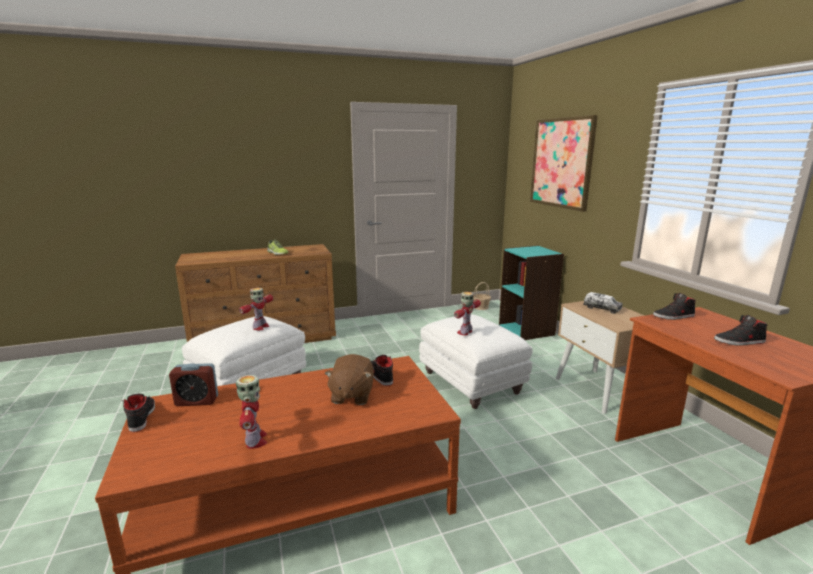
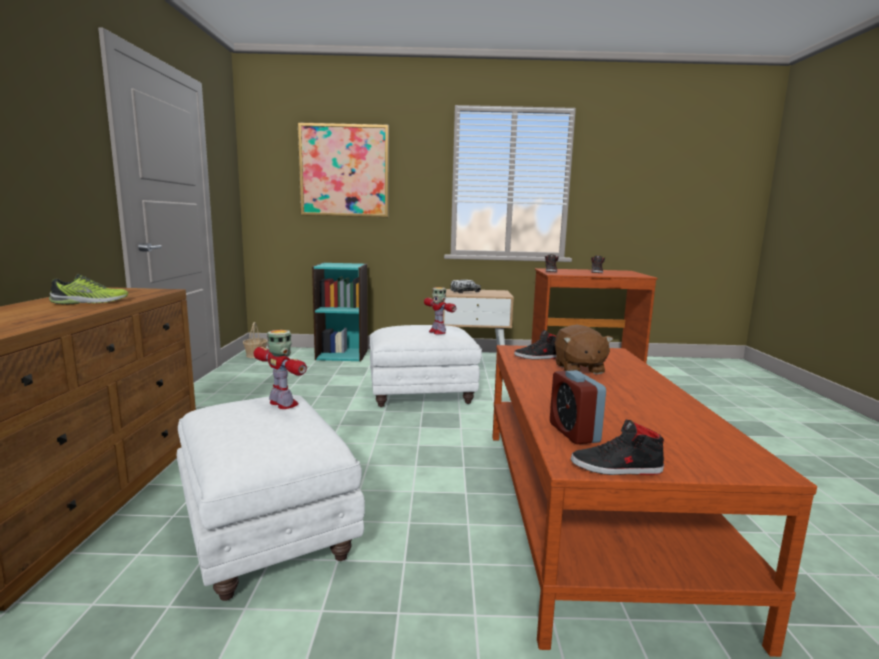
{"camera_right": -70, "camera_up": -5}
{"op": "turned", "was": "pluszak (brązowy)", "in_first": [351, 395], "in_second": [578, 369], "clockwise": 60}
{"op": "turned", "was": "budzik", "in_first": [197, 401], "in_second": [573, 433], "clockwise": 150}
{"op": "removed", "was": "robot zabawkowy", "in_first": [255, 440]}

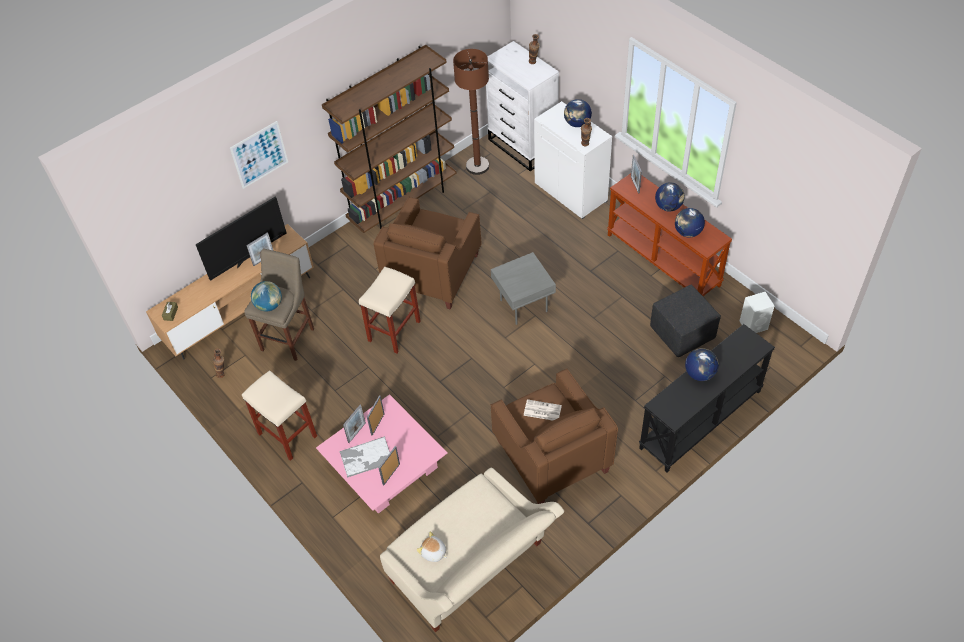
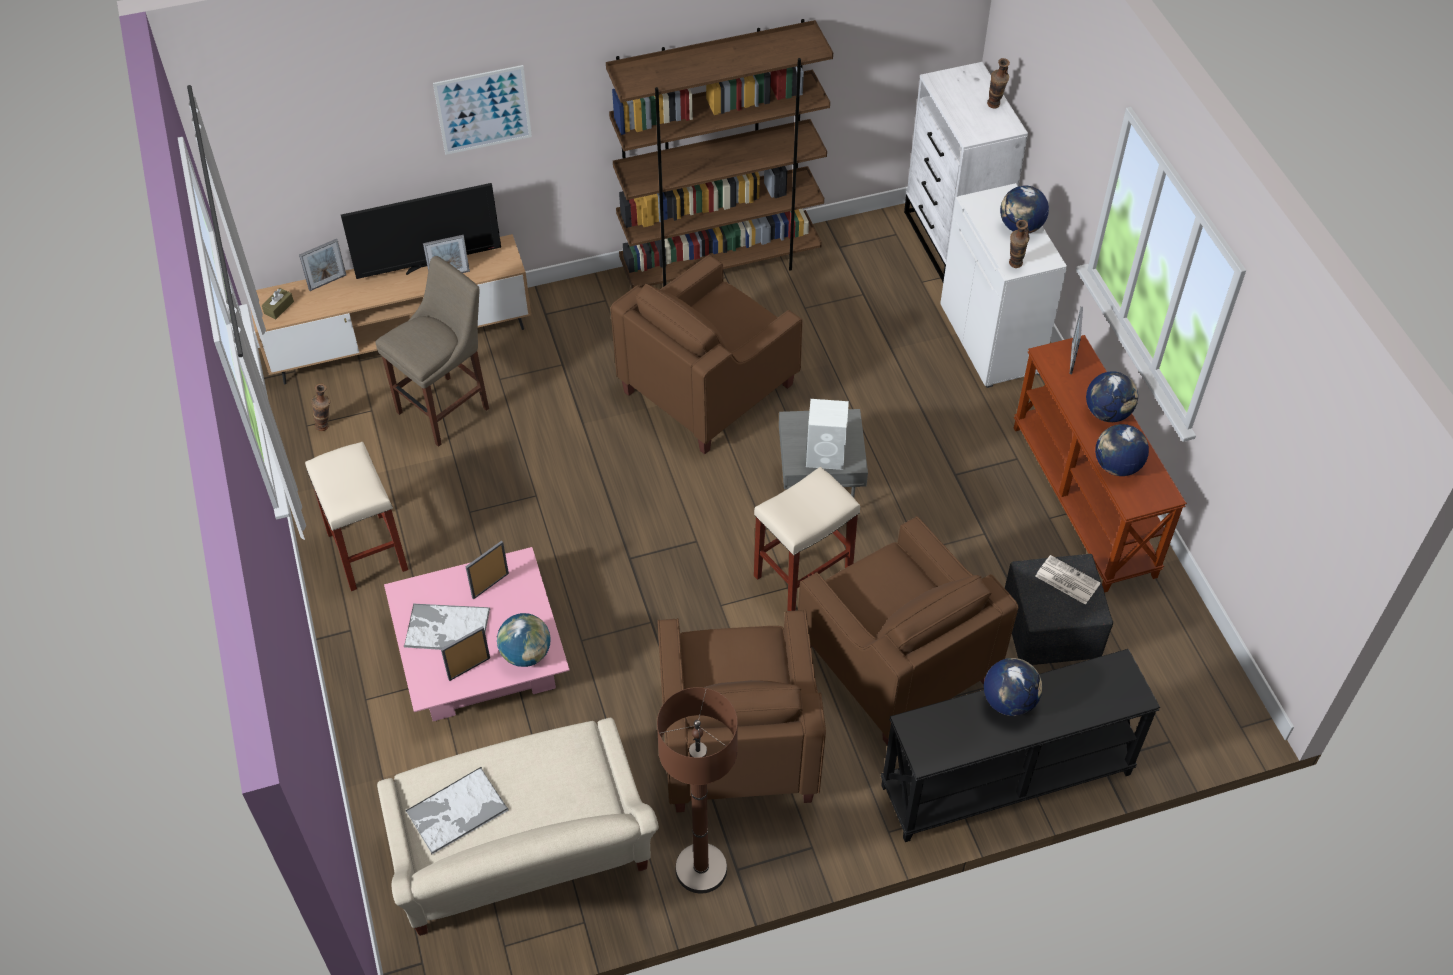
{"camera_right": 20, "camera_up": 0}
{"op": "moved", "was": "lampa stojąca (brązowy)", "in_first": [477, 166], "in_second": [701, 869]}
{"op": "moved", "was": "stołek (beżowy)", "in_first": [394, 332], "in_second": [802, 577]}
{"op": "moved", "was": "globus", "in_first": [269, 305], "in_second": [526, 654]}
{"op": "moved", "was": "głośnik (biały)", "in_first": [754, 325], "in_second": [826, 455]}
{"op": "moved", "was": "gazeta", "in_first": [542, 411], "in_second": [1066, 580]}
{"op": "moved", "was": "ramka na zdjęcie", "in_first": [356, 432], "in_second": [327, 282]}
{"op": "replaced", "was": "pluszak", "now": "taca", "in_first": [433, 552], "in_second": [456, 811]}
{"op": "added", "now": "fotel (brązowy)", "in_second": [895, 662]}

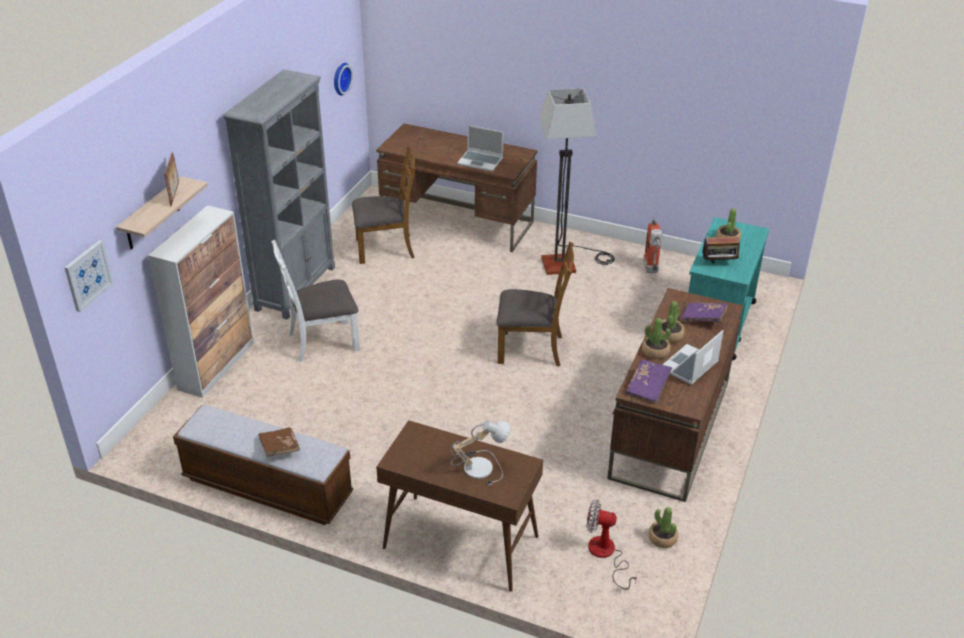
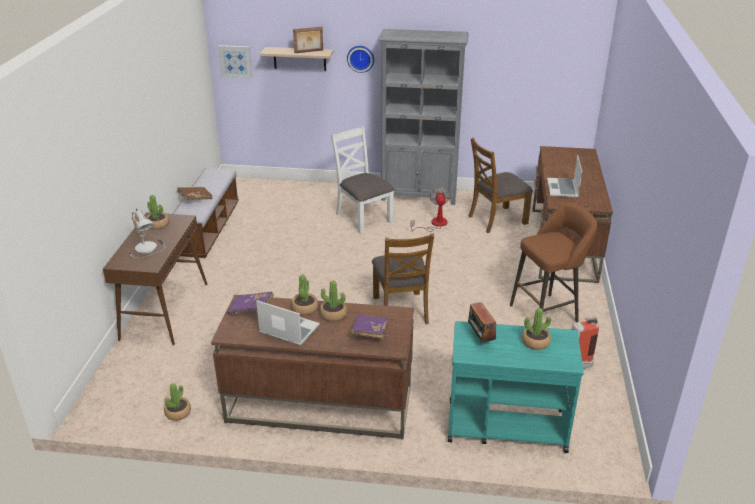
{"camera_right": 75, "camera_up": -5}
{"op": "moved", "was": "zegar ścienny", "in_first": [340, 78], "in_second": [361, 58]}
{"op": "replaced", "was": "lampa stojąca", "now": "stołek (brązowy)", "in_first": [568, 262], "in_second": [547, 312]}
{"op": "turned", "was": "krzesło (brązowy)", "in_first": [386, 248], "in_second": [496, 219], "clockwise": 90}
{"op": "removed", "was": "szafka", "in_first": [217, 365]}
{"op": "moved", "was": "wentylator", "in_first": [606, 555], "in_second": [434, 224]}
{"op": "added", "now": "roślina doniczkowa", "in_second": [158, 225]}

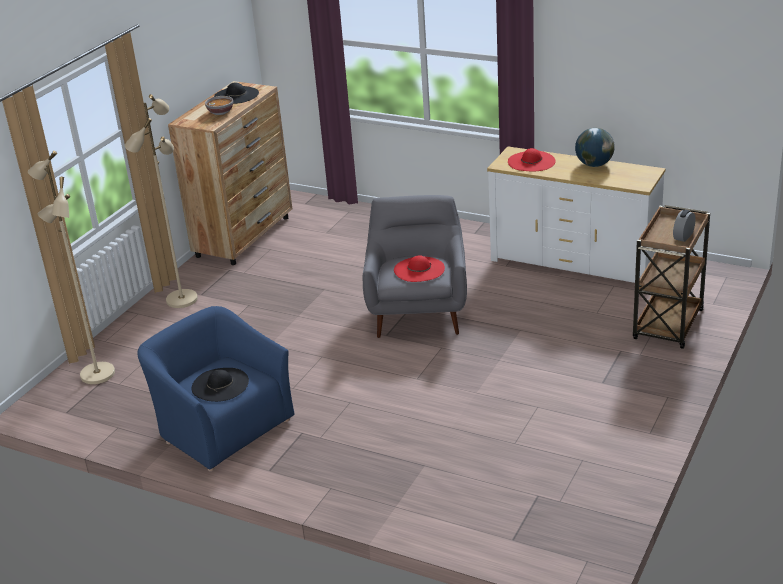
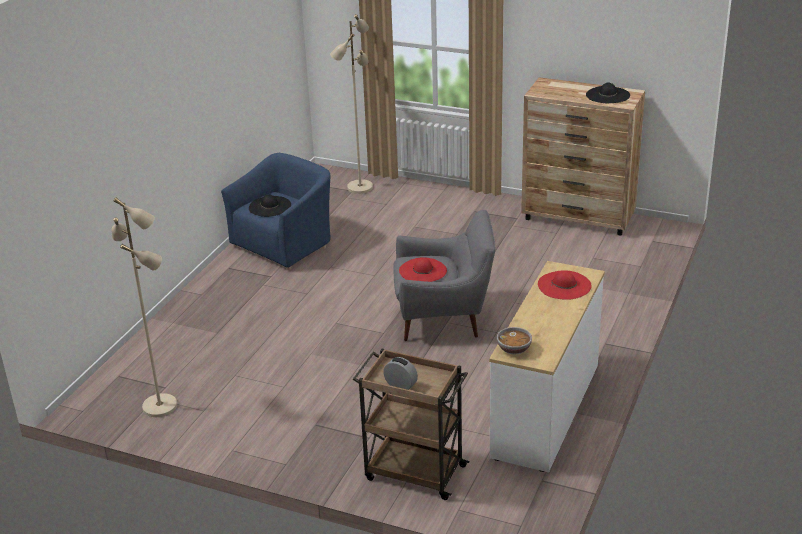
{"camera_right": 85, "camera_up": 0}
{"op": "moved", "was": "lampa stojąca (beżowy)", "in_first": [181, 299], "in_second": [161, 406]}
{"op": "moved", "was": "miska", "in_first": [221, 112], "in_second": [514, 349]}
{"op": "removed", "was": "globus", "in_first": [594, 165]}

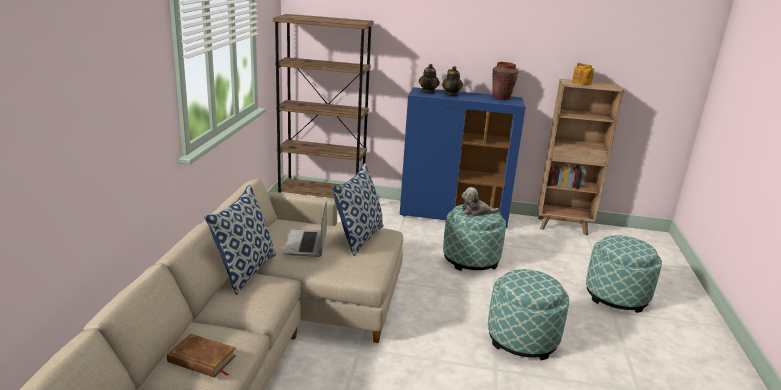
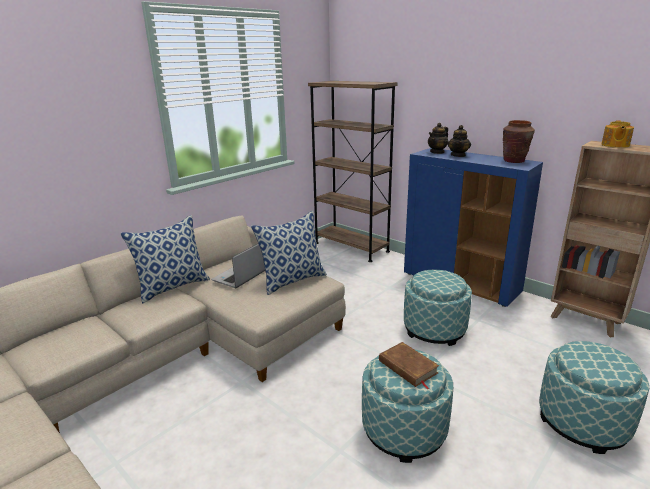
{"camera_right": 35, "camera_up": 0}
{"op": "removed", "was": "pluszak", "in_first": [476, 212]}
{"op": "moved", "was": "książka (brązowy)", "in_first": [202, 359], "in_second": [408, 367]}

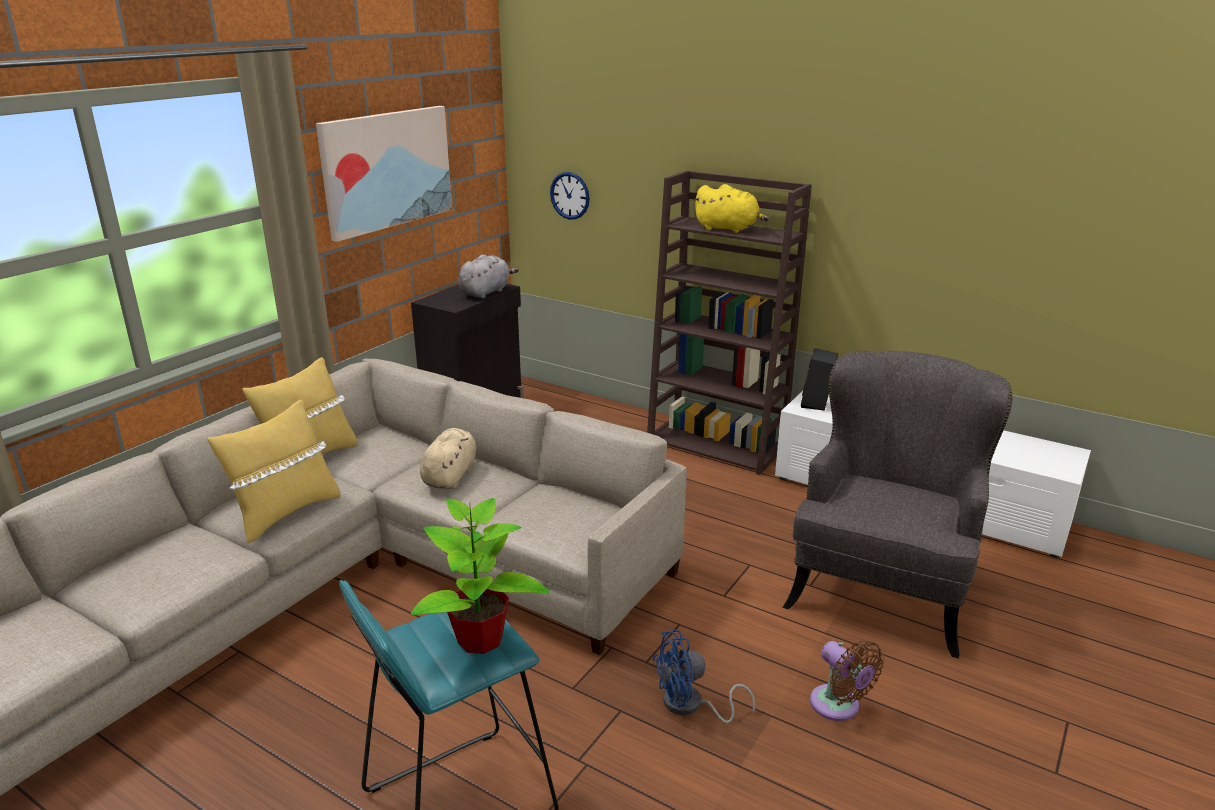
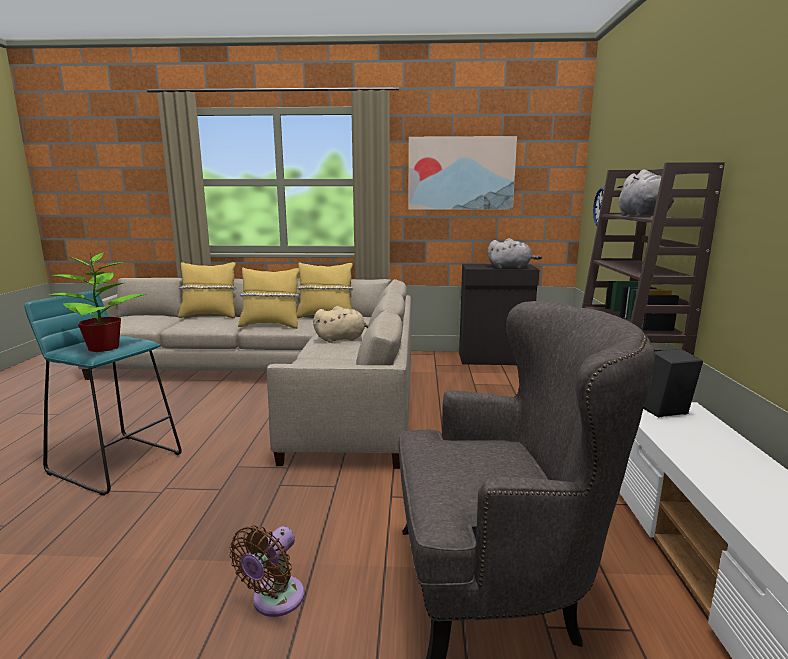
{"camera_right": 60, "camera_up": -10}
{"op": "recoloured", "was": "pluszak (żółty)", "now": "pluszak (szary)", "in_first": [729, 229], "in_second": [644, 216]}
{"op": "removed", "was": "wentylator (niebieski)", "in_first": [690, 706]}
{"op": "added", "now": "poduszka (żółty)", "in_second": [209, 316]}

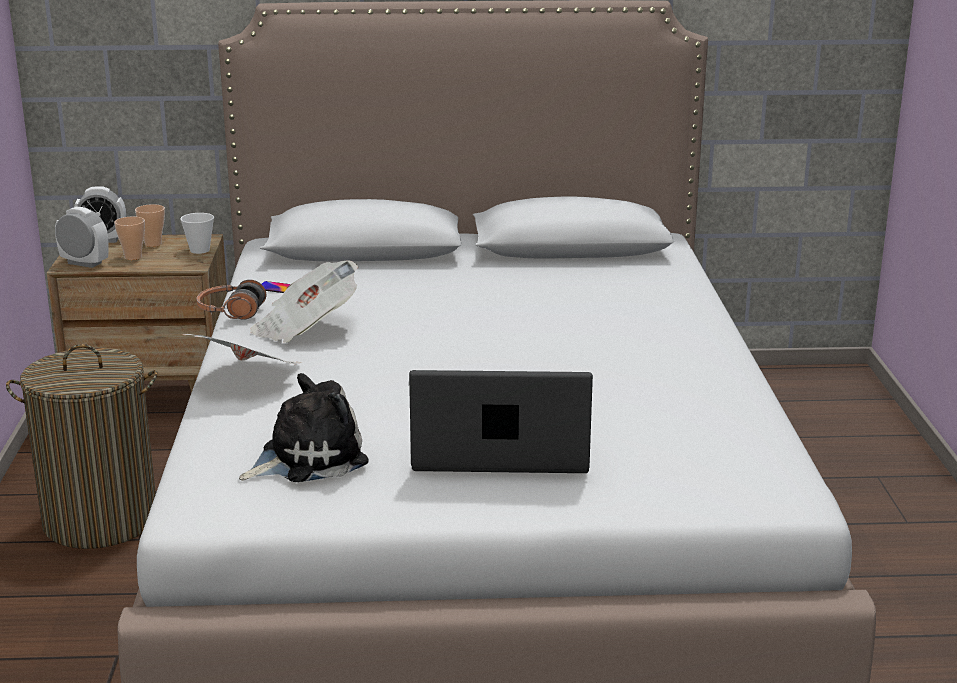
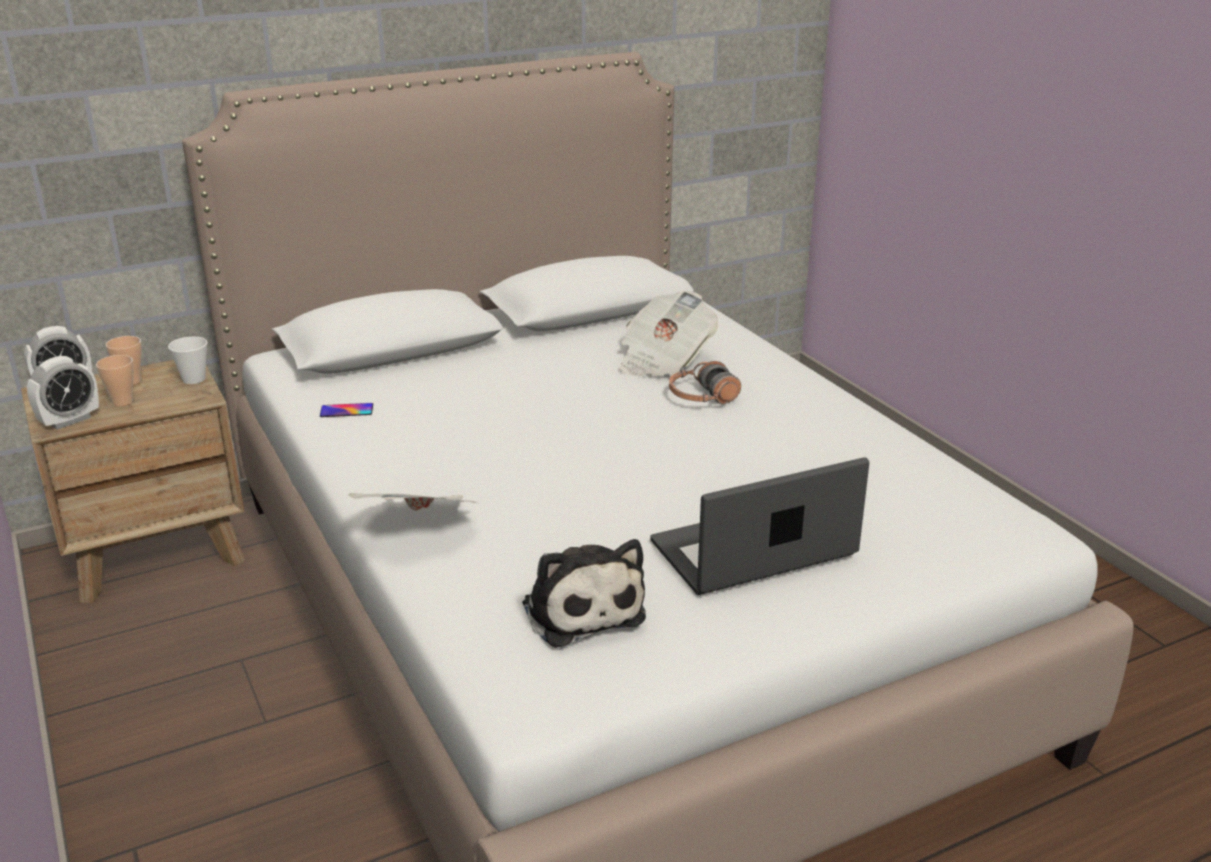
{"camera_right": -25, "camera_up": 5}
{"op": "turned", "was": "budzik", "in_first": [84, 263], "in_second": [69, 420], "clockwise": 135}
{"op": "moved", "was": "gazeta", "in_first": [306, 328], "in_second": [663, 360]}
{"op": "moved", "was": "słuchawki", "in_first": [231, 312], "in_second": [702, 397]}
{"op": "removed", "was": "kosz na pranie", "in_first": [100, 520]}
{"op": "turned", "was": "pluszak", "in_first": [307, 458], "in_second": [581, 609], "clockwise": 120}

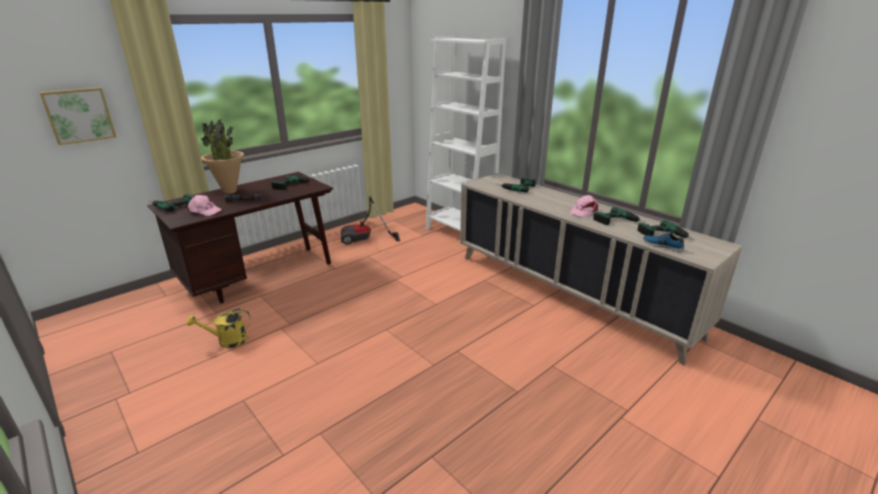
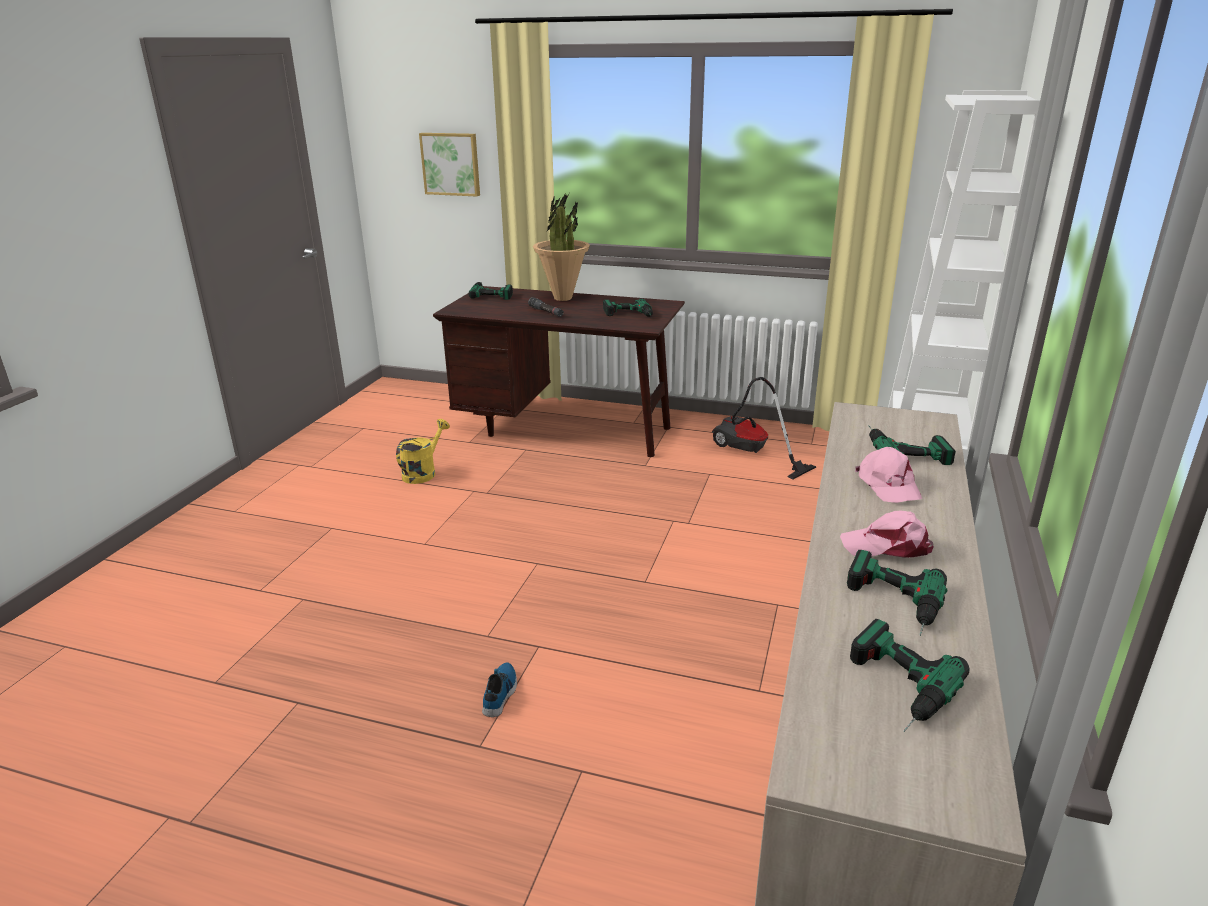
{"camera_right": 60, "camera_up": 0}
{"op": "moved", "was": "czapka z daszkiem (różowy)", "in_first": [204, 211], "in_second": [888, 485]}
{"op": "moved", "was": "but", "in_first": [663, 246], "in_second": [500, 693]}
{"op": "turned", "was": "konewka (żółty)", "in_first": [227, 341], "in_second": [423, 472], "clockwise": 75}

